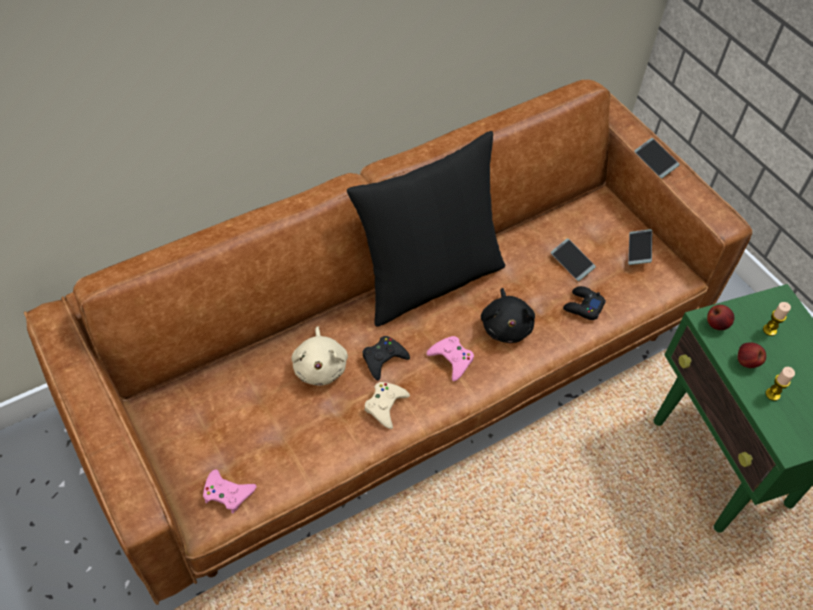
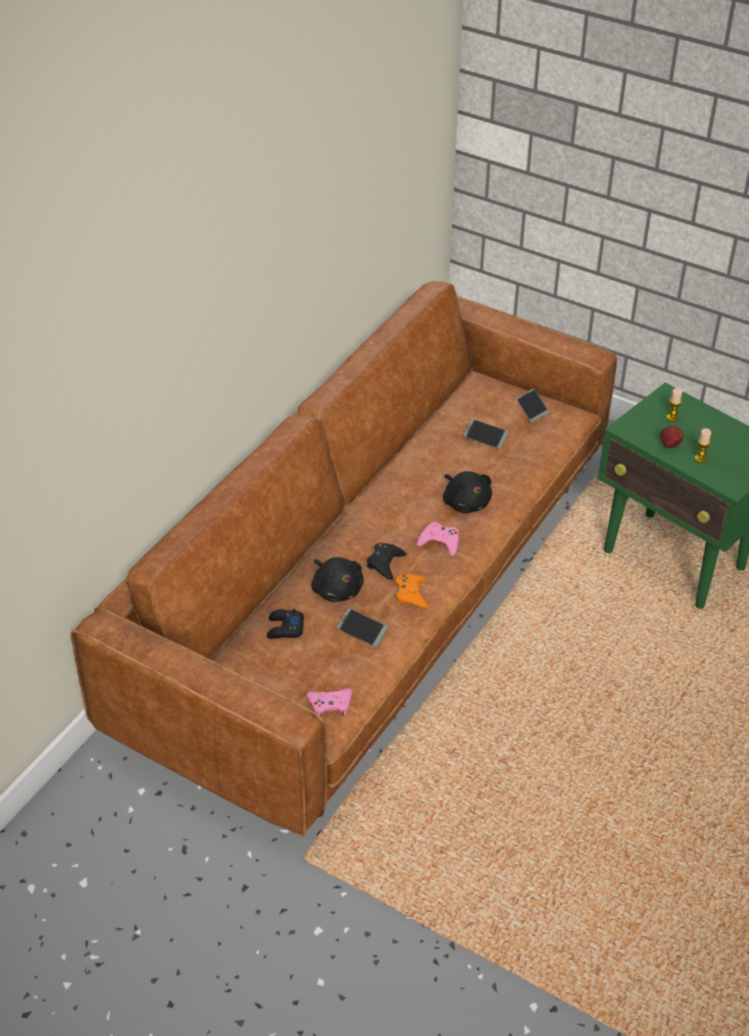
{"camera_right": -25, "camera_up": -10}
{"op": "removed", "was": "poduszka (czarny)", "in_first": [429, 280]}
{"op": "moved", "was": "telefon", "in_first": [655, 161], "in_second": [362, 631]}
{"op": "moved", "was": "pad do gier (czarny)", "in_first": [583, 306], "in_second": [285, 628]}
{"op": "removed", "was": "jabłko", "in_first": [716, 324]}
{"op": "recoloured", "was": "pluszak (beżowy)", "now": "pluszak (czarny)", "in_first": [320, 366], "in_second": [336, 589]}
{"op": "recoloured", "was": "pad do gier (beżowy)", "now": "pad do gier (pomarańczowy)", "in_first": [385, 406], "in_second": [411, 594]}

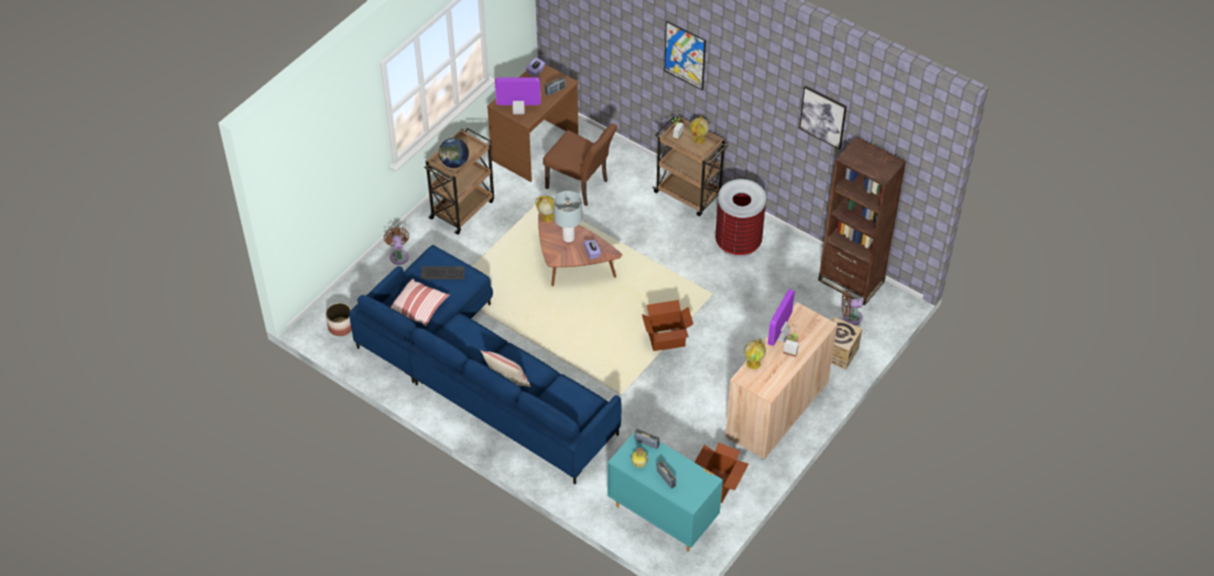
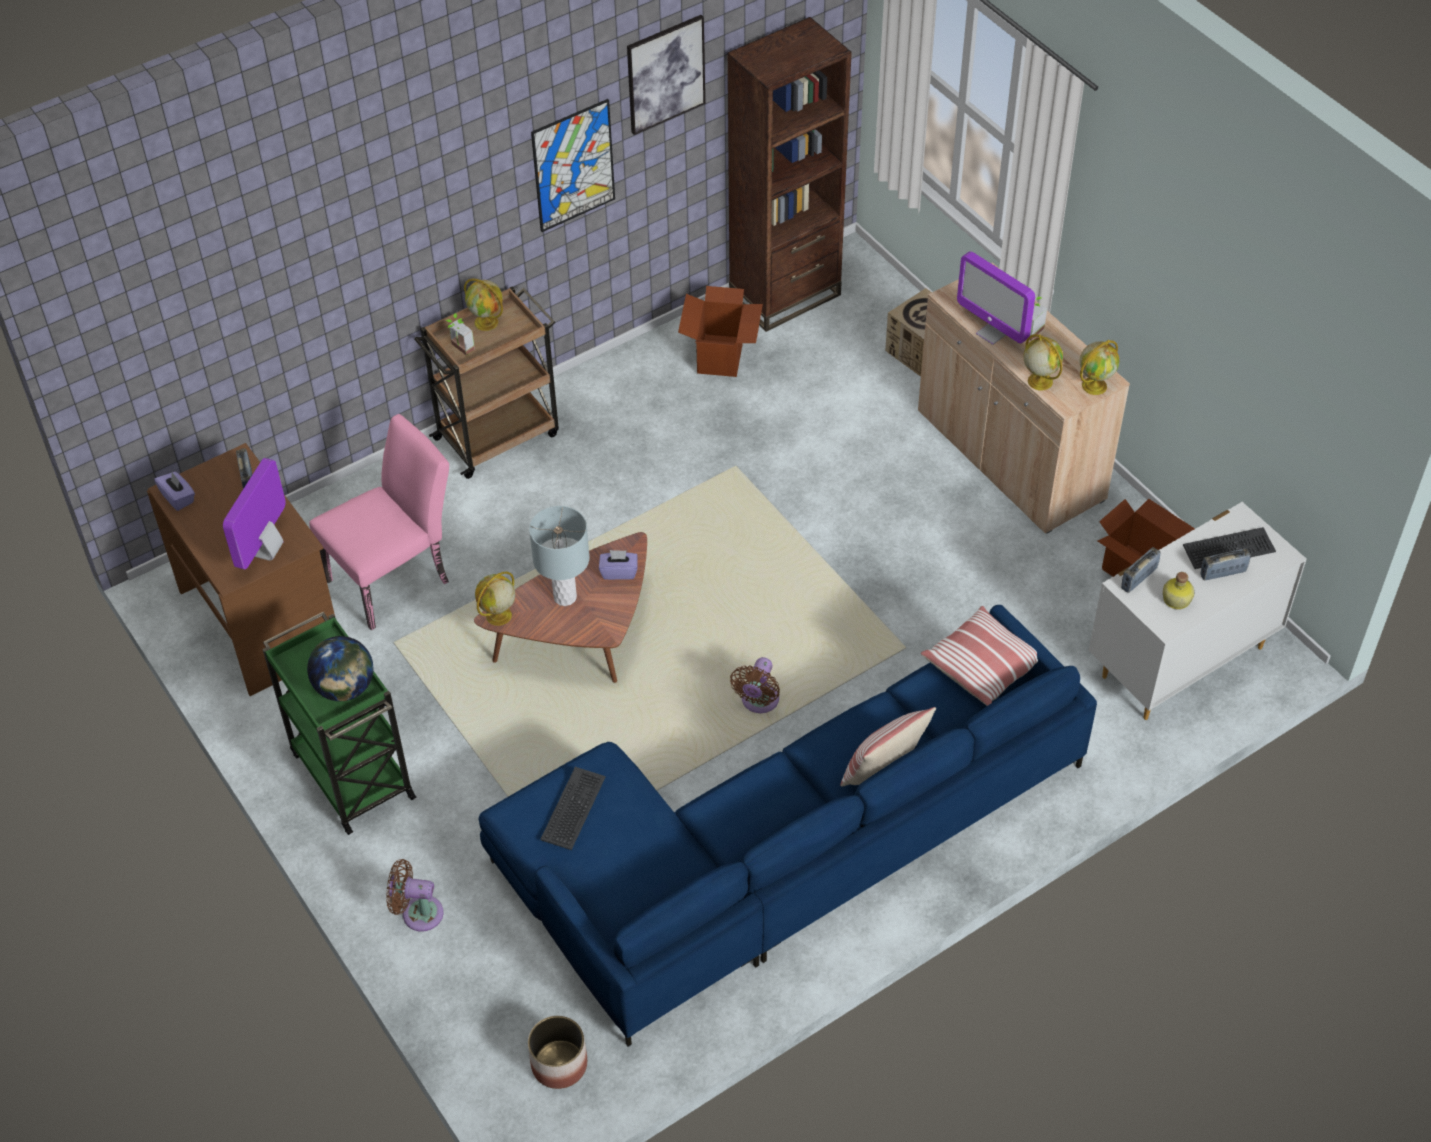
{"camera_right": -70, "camera_up": 0}
{"op": "moved", "was": "obraz", "in_first": [685, 55], "in_second": [573, 165]}
{"op": "recoloured", "was": "krzesło (brązowy)", "now": "krzesło (różowy)", "in_first": [581, 186], "in_second": [396, 577]}
{"op": "recoloured", "was": "wózek (brązowy)", "now": "wózek (zielony)", "in_first": [463, 208], "in_second": [351, 773]}
{"op": "removed", "was": "kosz na śmieci", "in_first": [738, 243]}
{"op": "moved", "was": "poduszka", "in_first": [420, 308], "in_second": [983, 665]}
{"op": "moved", "was": "wentylator (brązowy)", "in_first": [850, 317], "in_second": [758, 702]}
{"op": "moved", "was": "karton", "in_first": [666, 340], "in_second": [721, 356]}
{"op": "recoloured", "was": "komoda (turkusowy)", "now": "komoda (biały)", "in_first": [662, 515], "in_second": [1179, 661]}
{"op": "added", "now": "globus", "in_second": [1094, 385]}
{"op": "added", "now": "klawiatura", "in_second": [1229, 549]}

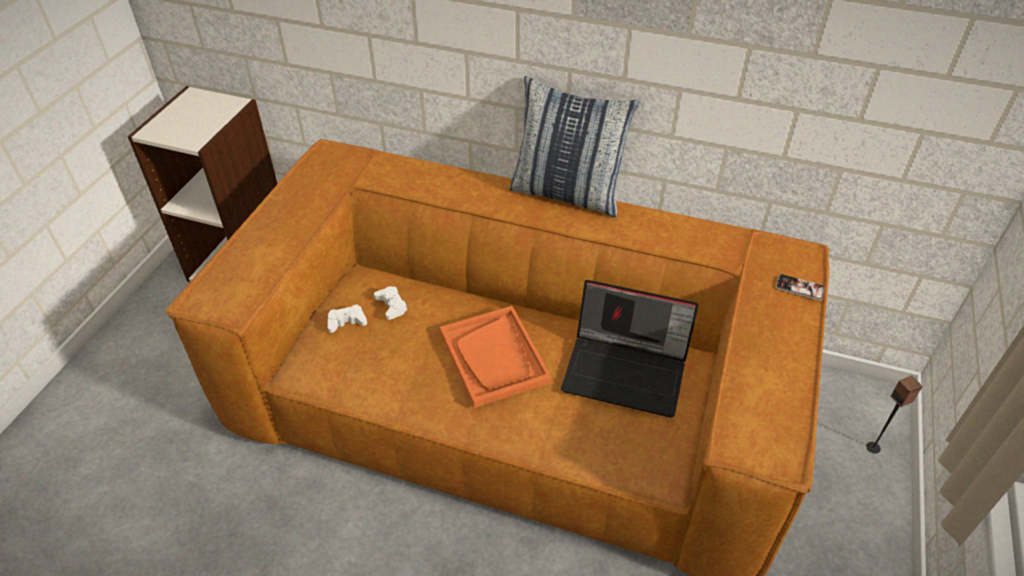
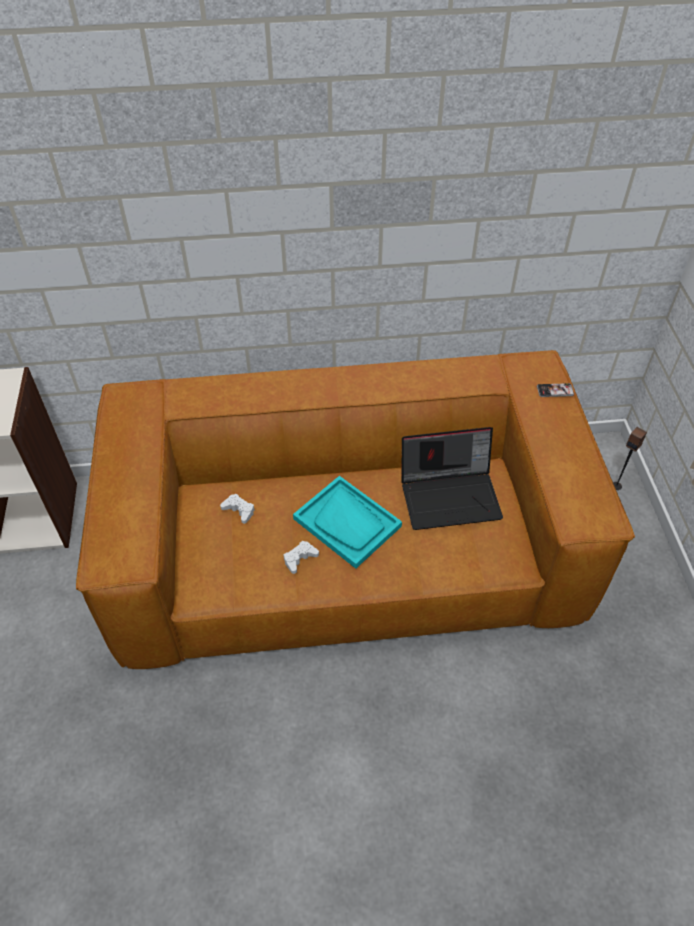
{"camera_right": -25, "camera_up": 5}
{"op": "removed", "was": "poduszka", "in_first": [567, 193]}
{"op": "moved", "was": "pad do gier (biały)", "in_first": [346, 322], "in_second": [300, 559]}
{"op": "recoloured", "was": "taca (pomarańczowy)", "now": "taca (turkusowy)", "in_first": [494, 357], "in_second": [347, 523]}

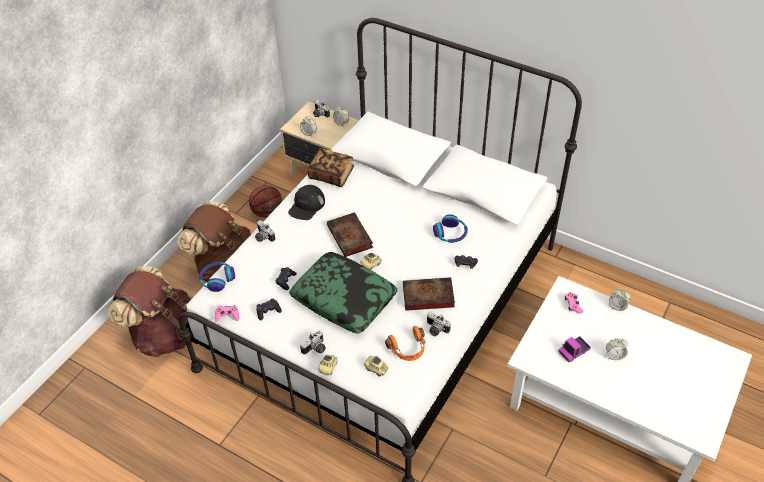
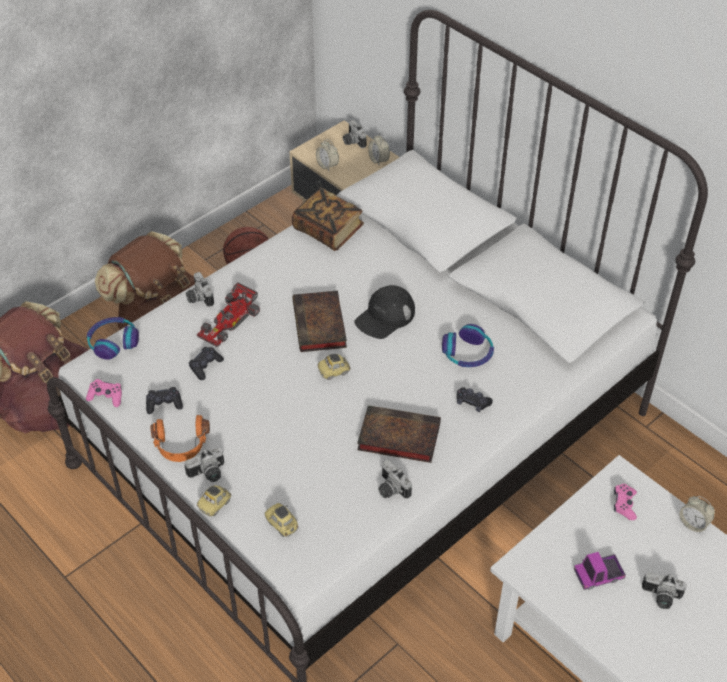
{"camera_right": 15, "camera_up": 0}
{"op": "moved", "was": "czapka z daszkiem (czarny)", "in_first": [306, 206], "in_second": [385, 316]}
{"op": "removed", "was": "poduszka", "in_first": [344, 298]}
{"op": "moved", "was": "słuchawki (pomarańczowy)", "in_first": [408, 349], "in_second": [181, 445]}
{"op": "replaced", "was": "budzik", "now": "aparat fotograficzny", "in_first": [614, 355], "in_second": [660, 598]}
{"op": "added", "now": "samochodzik", "in_second": [228, 321]}

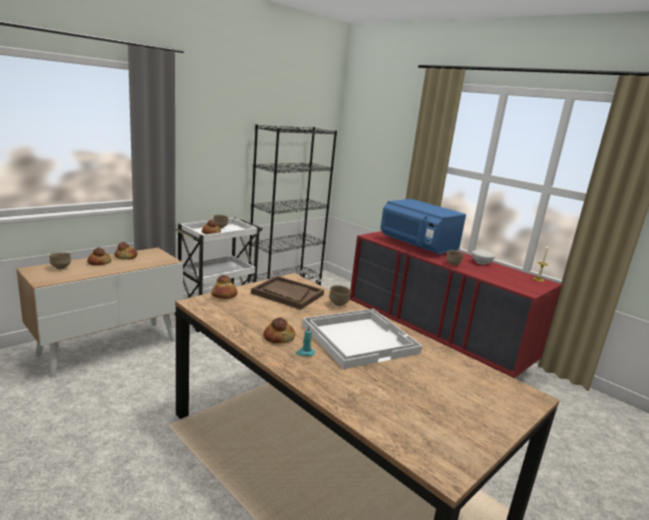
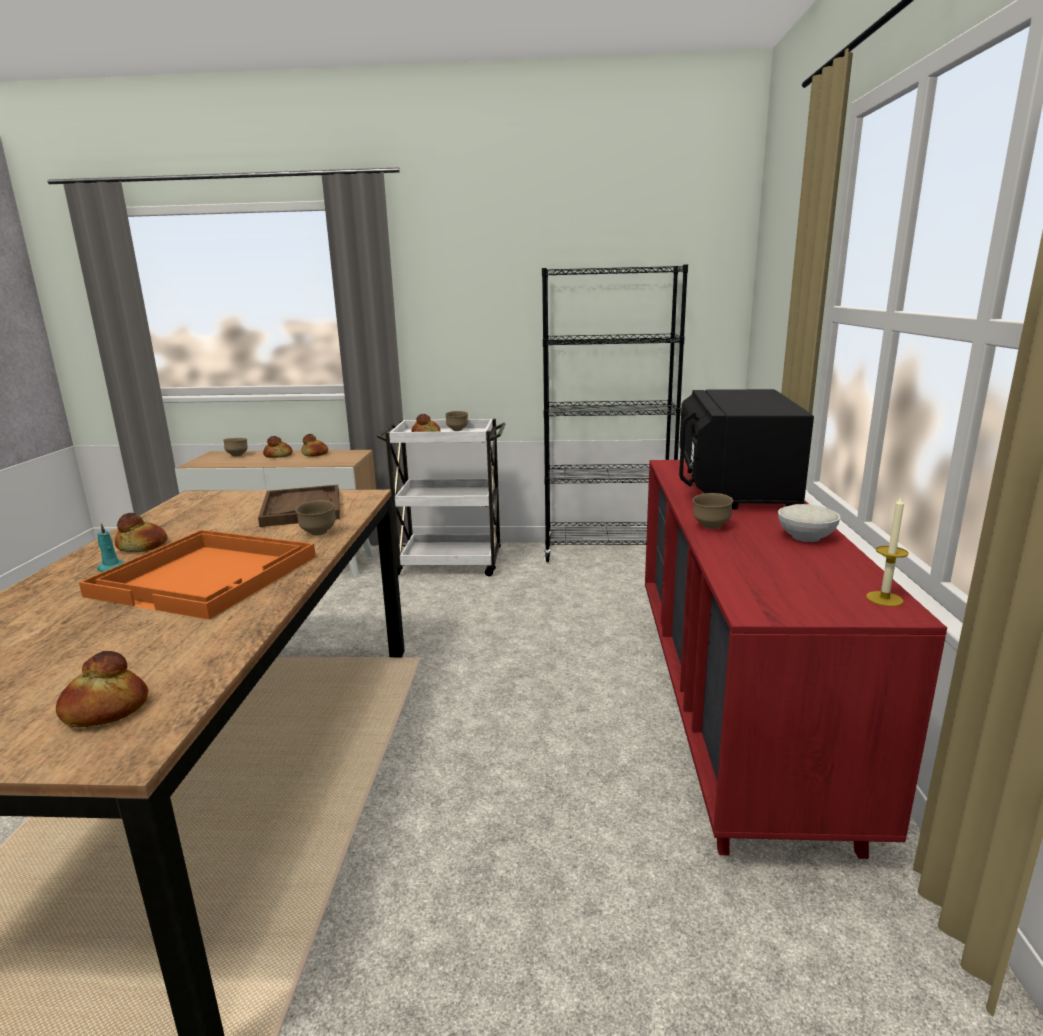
{"camera_right": 50, "camera_up": 0}
{"op": "recoloured", "was": "mikrofalówka (niebieski)", "now": "mikrofalówka (czarny)", "in_first": [417, 245], "in_second": [733, 488]}
{"op": "moved", "was": "chleb", "in_first": [224, 295], "in_second": [105, 710]}
{"op": "recoloured", "was": "taca (biały)", "now": "taca (pomarańczowy)", "in_first": [359, 338], "in_second": [208, 575]}

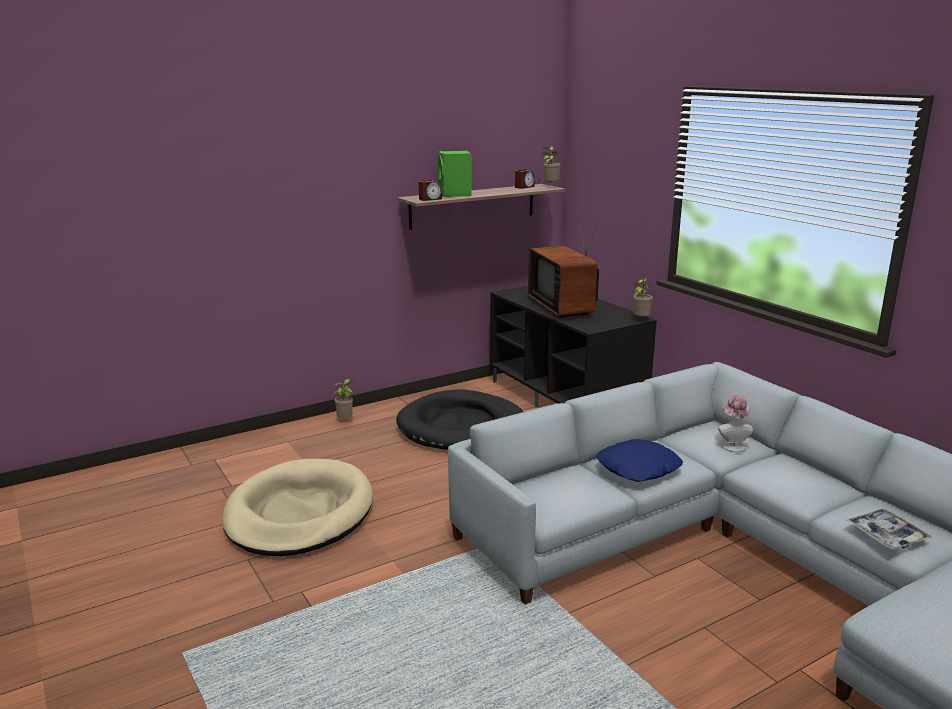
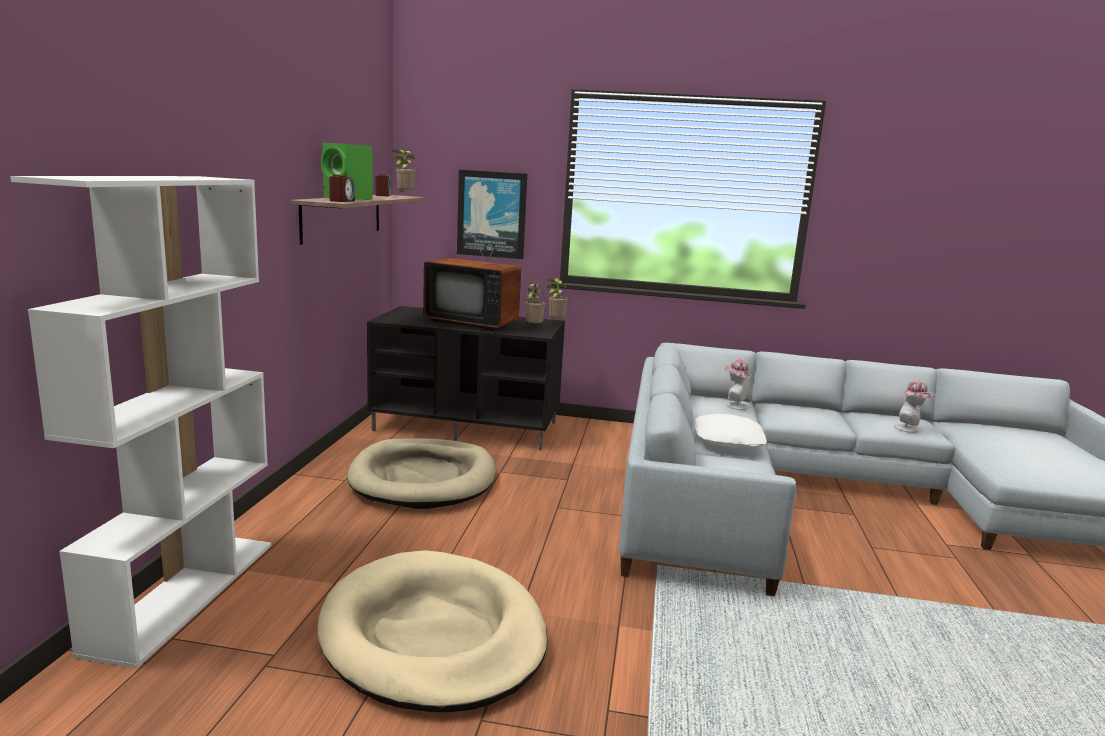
{"camera_right": -50, "camera_up": -5}
{"op": "moved", "was": "roślina doniczkowa", "in_first": [345, 420], "in_second": [533, 328]}
{"op": "recoloured", "was": "legowisko (czarny)", "now": "legowisko (beżowy)", "in_first": [461, 426], "in_second": [423, 479]}
{"op": "recoloured", "was": "poduszka (niebieski)", "now": "poduszka (biały)", "in_first": [639, 468], "in_second": [729, 439]}
{"op": "replaced", "was": "taca", "now": "kapelusz", "in_first": [886, 535], "in_second": [909, 429]}
{"op": "added", "now": "obraz", "in_second": [492, 214]}
{"op": "added", "now": "regał (biały)", "in_second": [185, 593]}

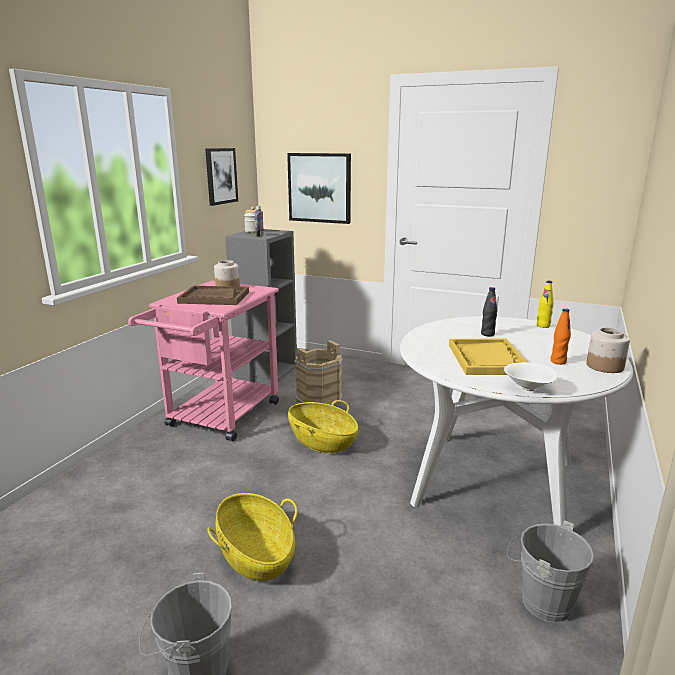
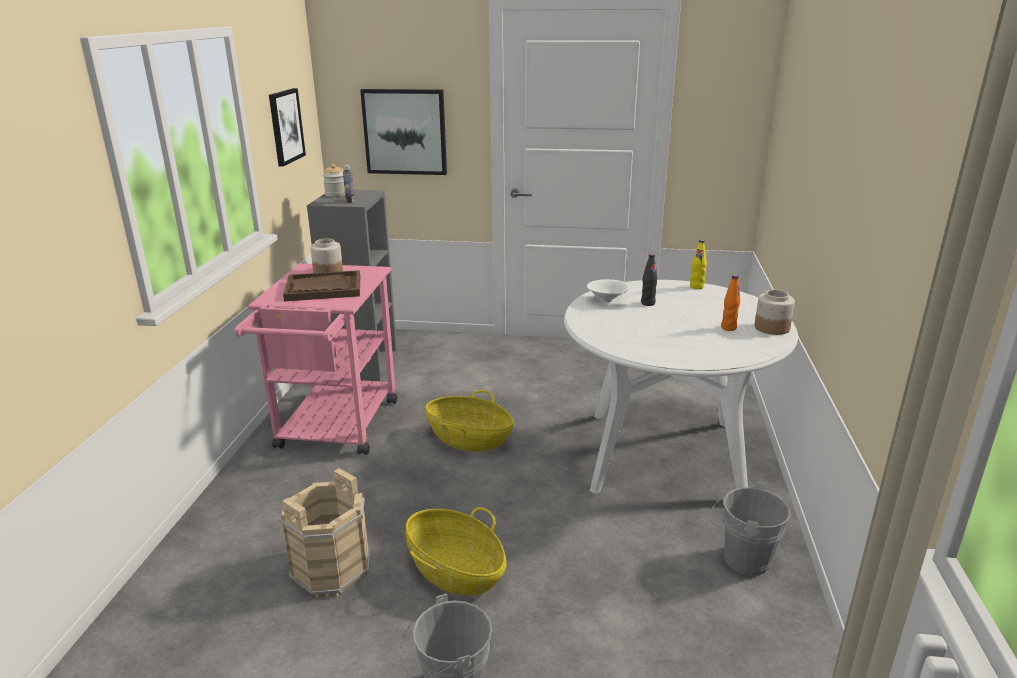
{"camera_right": -15, "camera_up": 5}
{"op": "removed", "was": "taca (żółty)", "in_first": [487, 359]}
{"op": "moved", "was": "wiadro (beżowy)", "in_first": [319, 399], "in_second": [331, 569]}
{"op": "moved", "was": "miska (biały)", "in_first": [529, 389], "in_second": [607, 301]}

